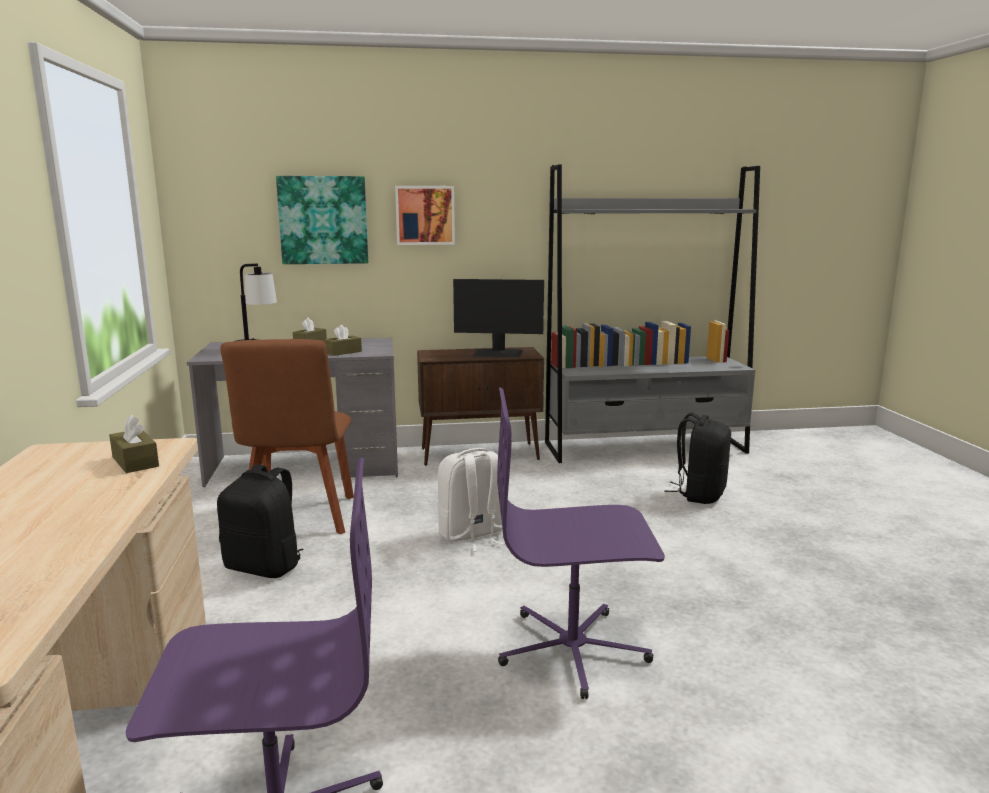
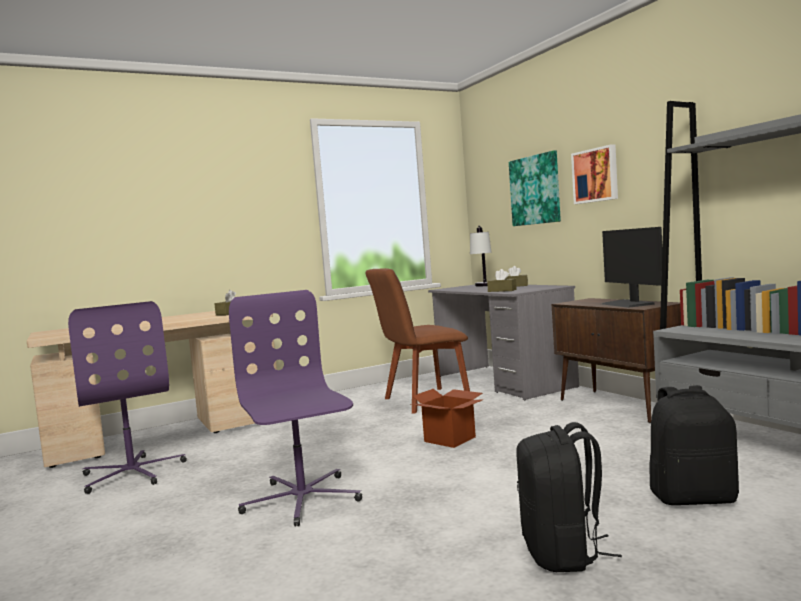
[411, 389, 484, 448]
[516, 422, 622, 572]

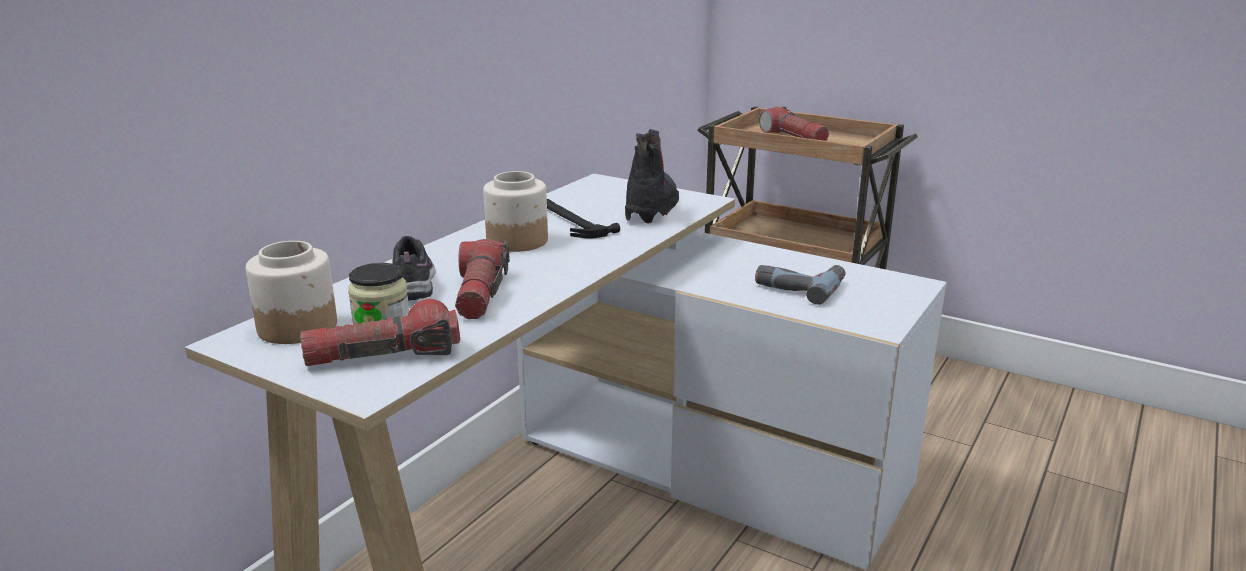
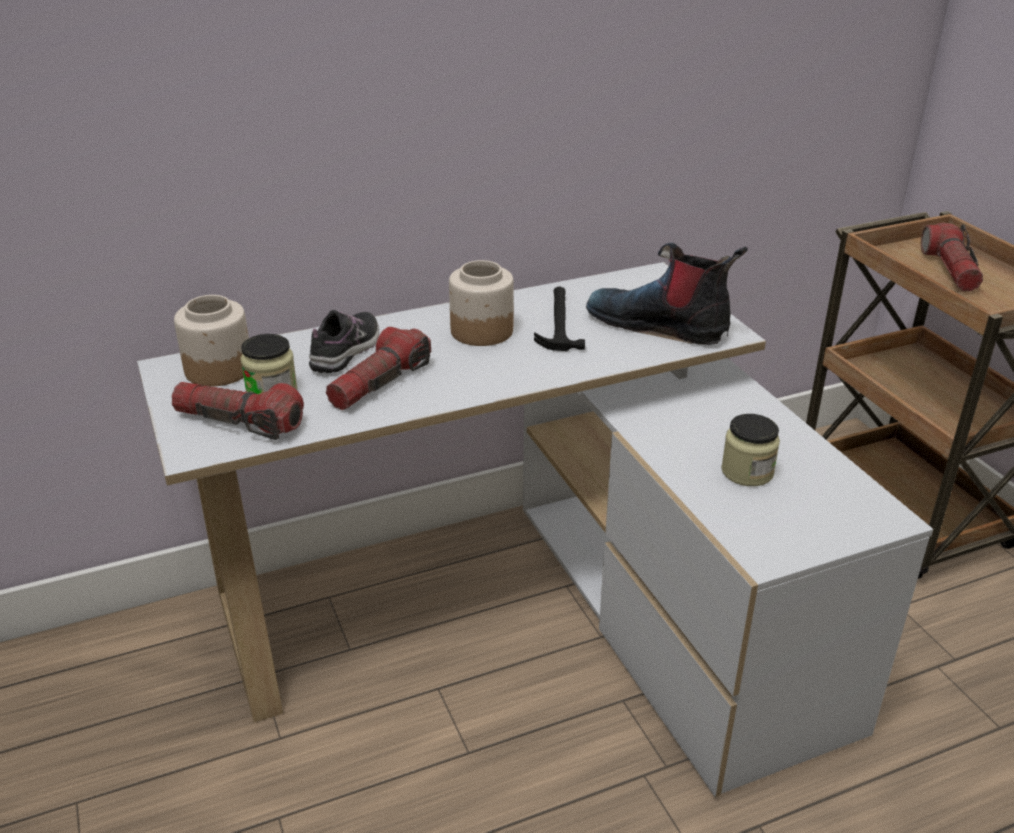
[586, 243, 748, 345]
[721, 414, 780, 486]

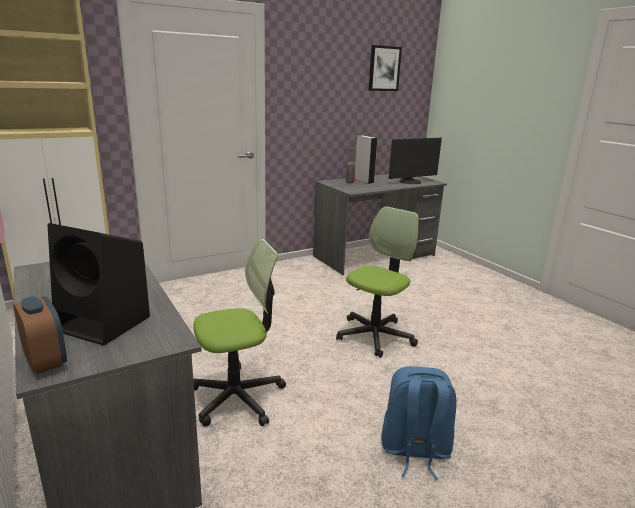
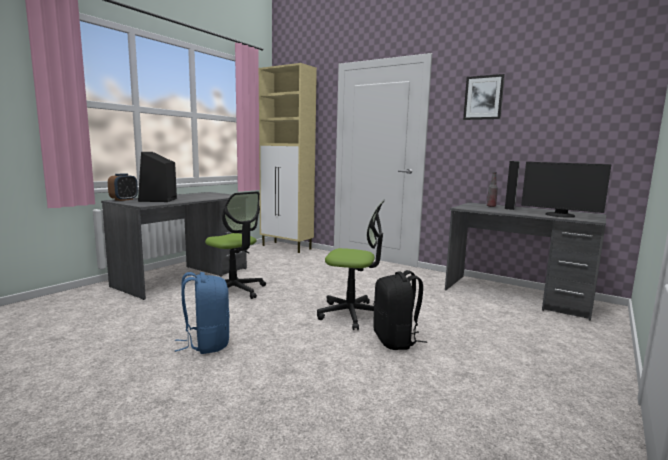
[463, 74, 505, 120]
[373, 270, 427, 350]

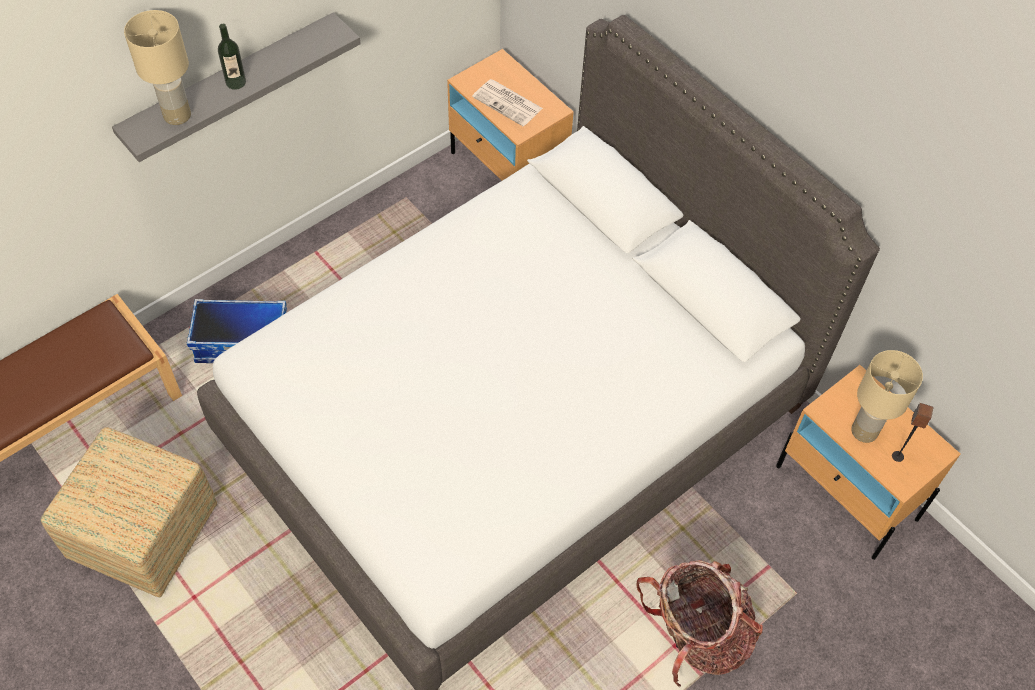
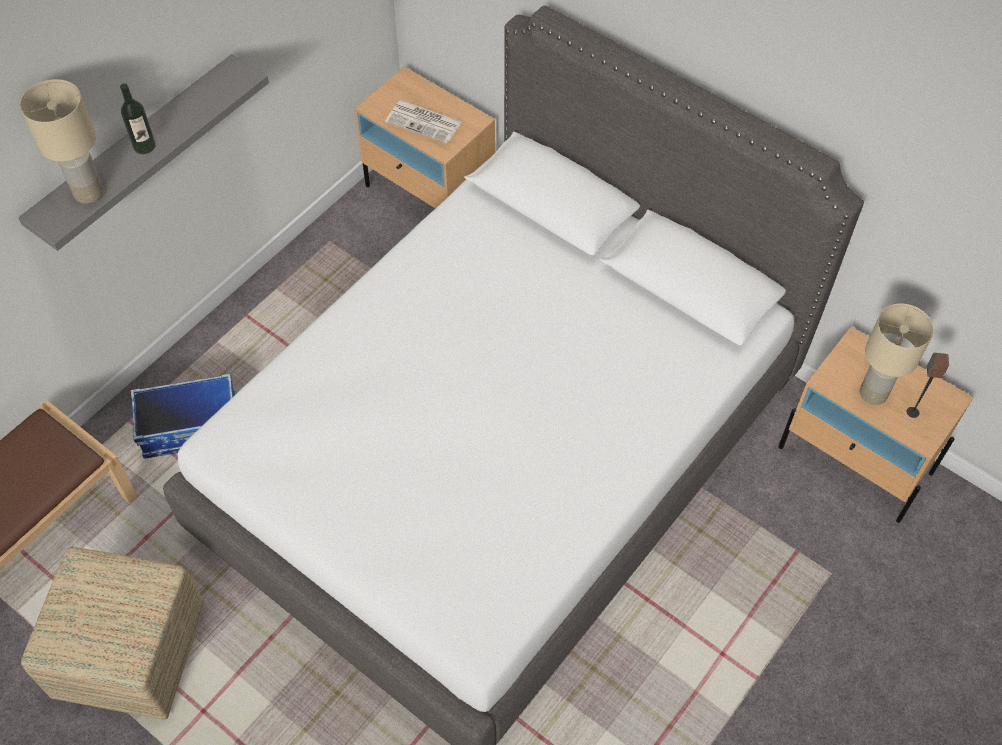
[636, 560, 763, 687] (first image)

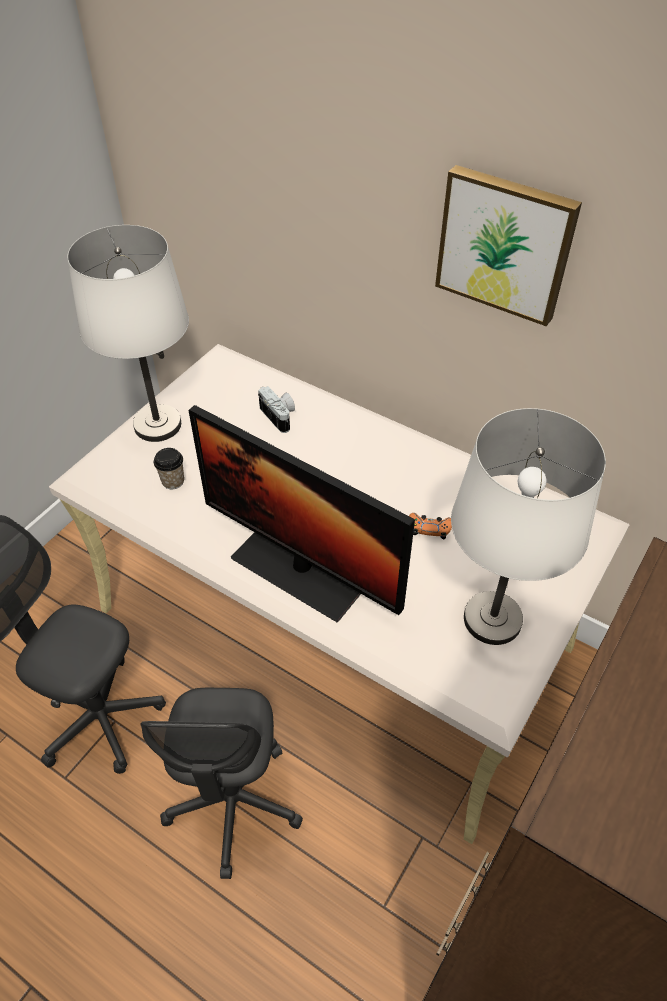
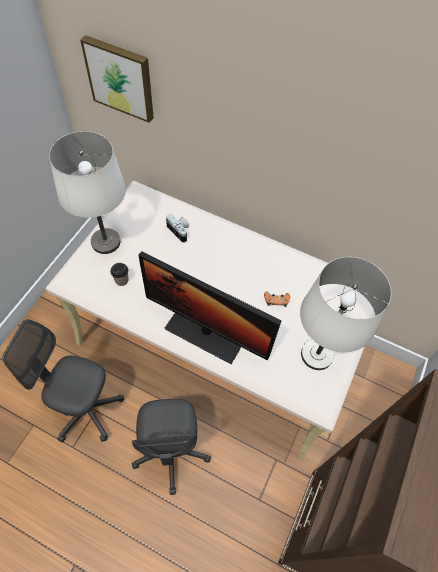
[80, 35, 154, 123]

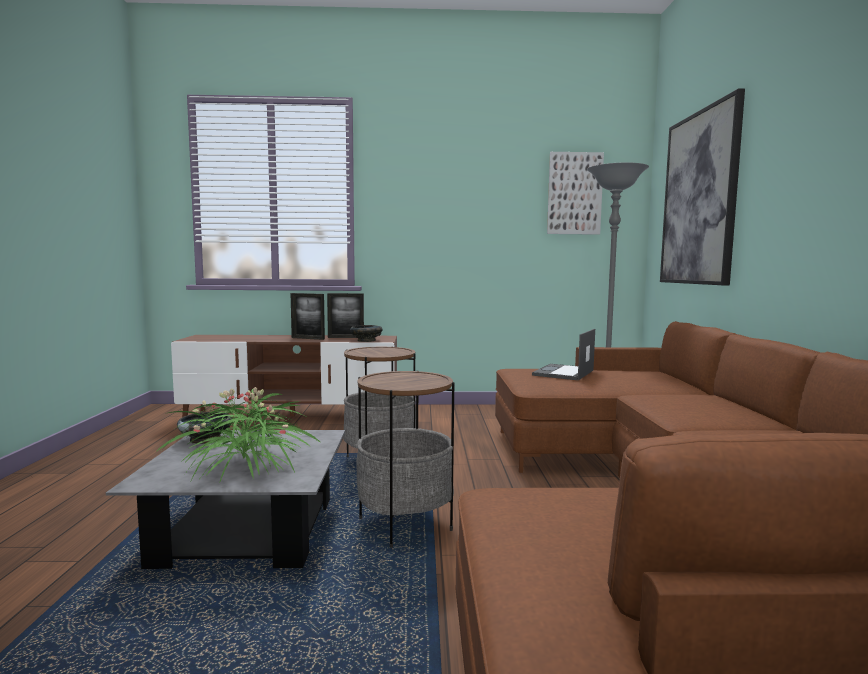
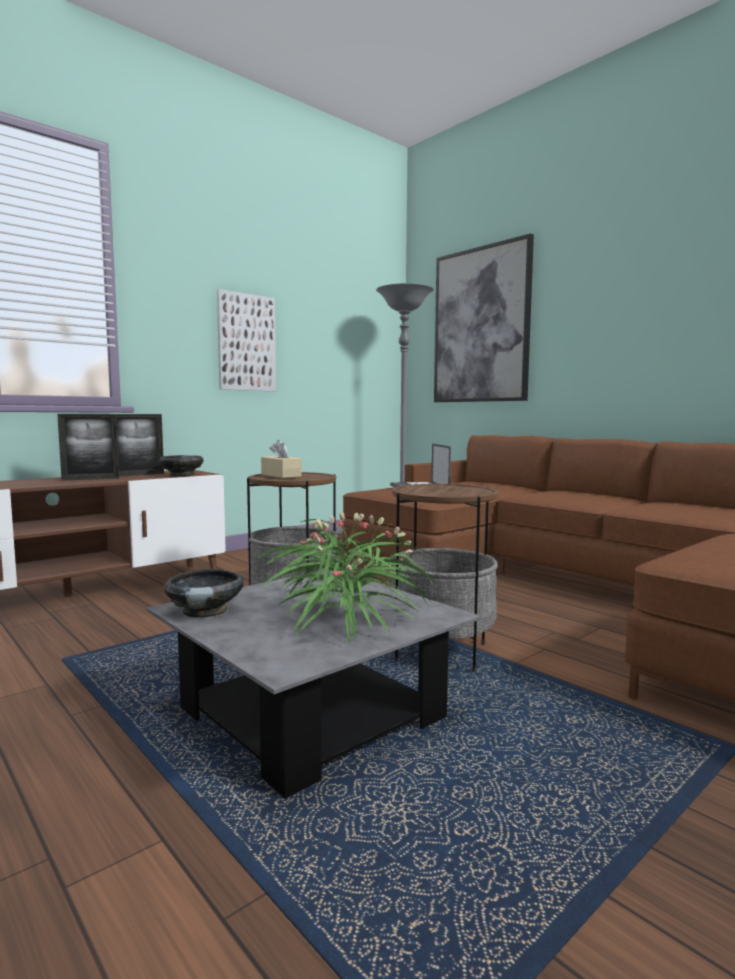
[217, 289, 276, 391]
[261, 440, 302, 478]

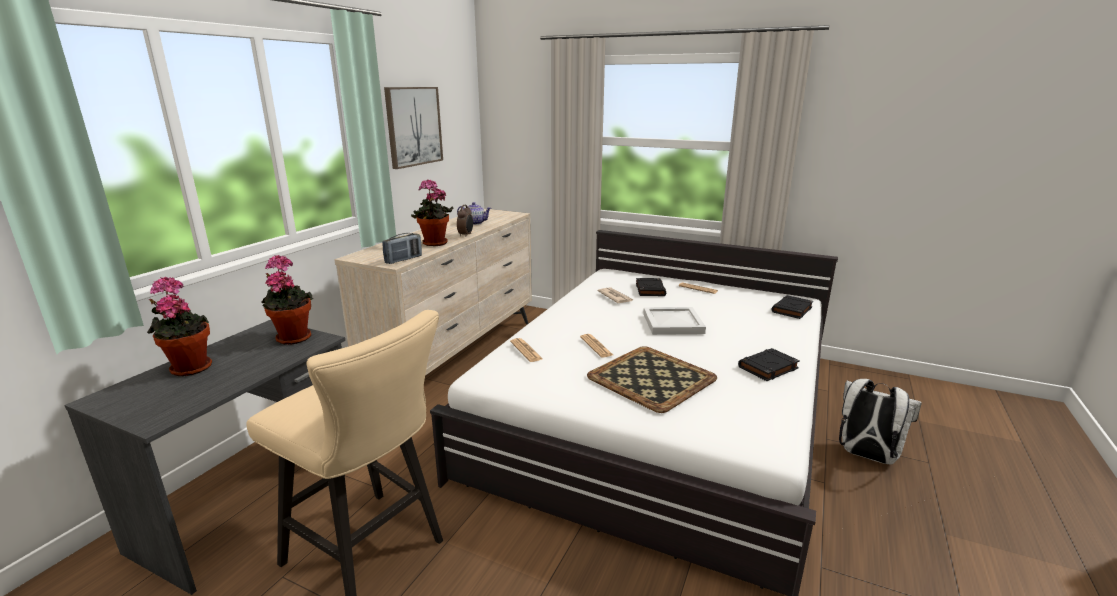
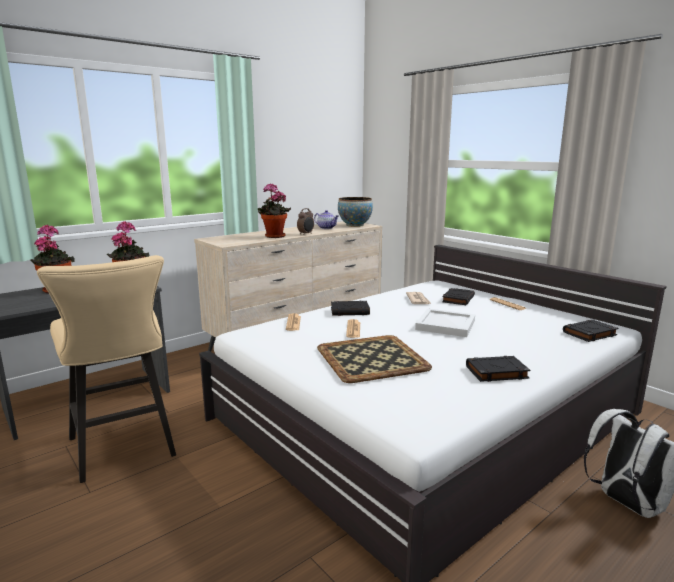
[384, 87, 443, 169] (first image)
[382, 233, 422, 264] (first image)
[338, 197, 373, 227]
[331, 301, 370, 316]

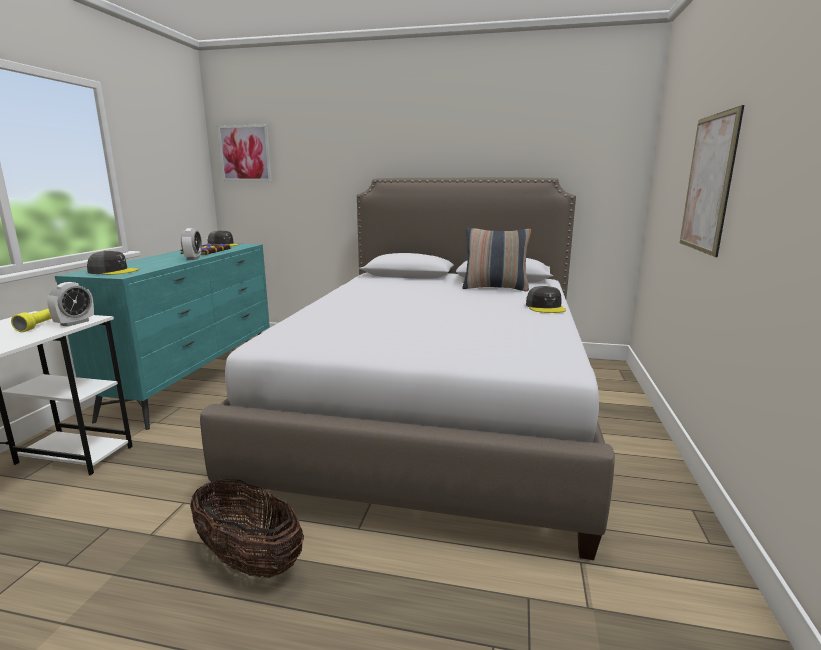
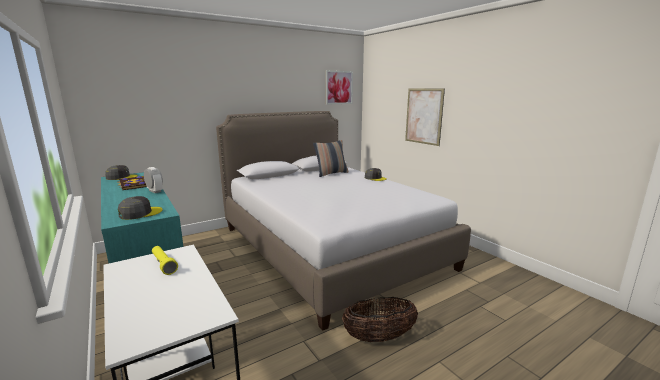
[325, 71, 353, 105]
[47, 282, 94, 327] (first image)

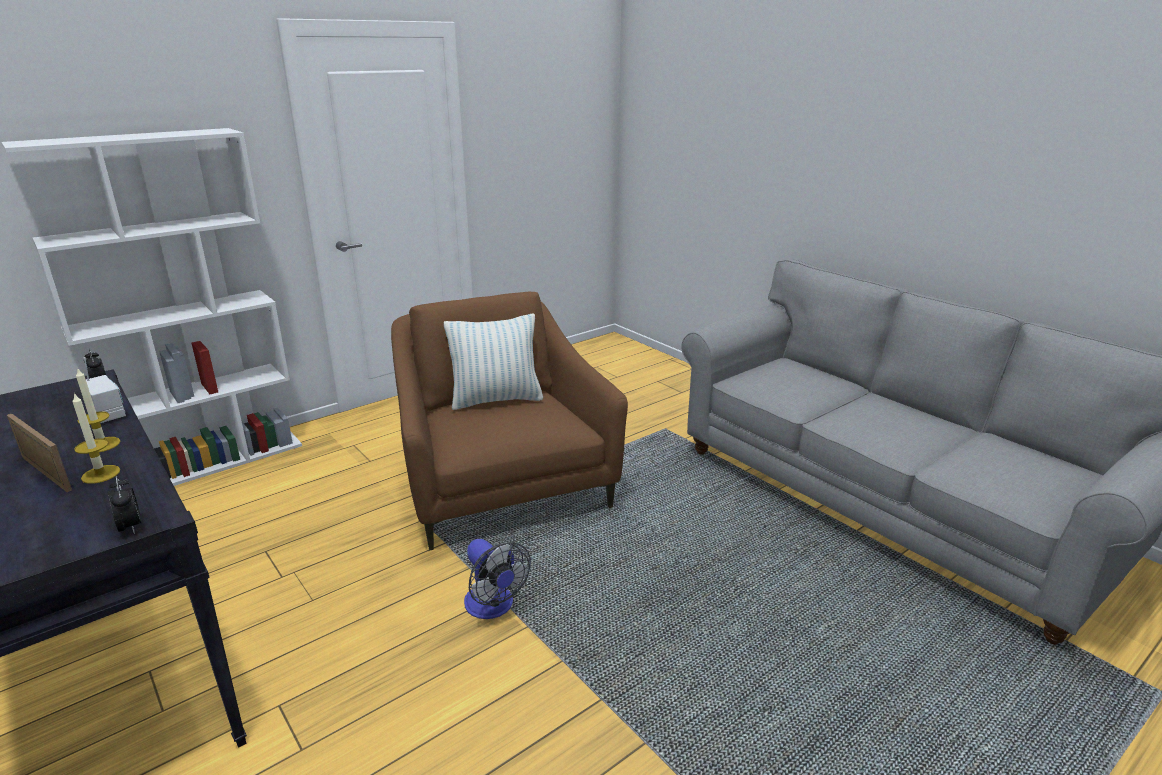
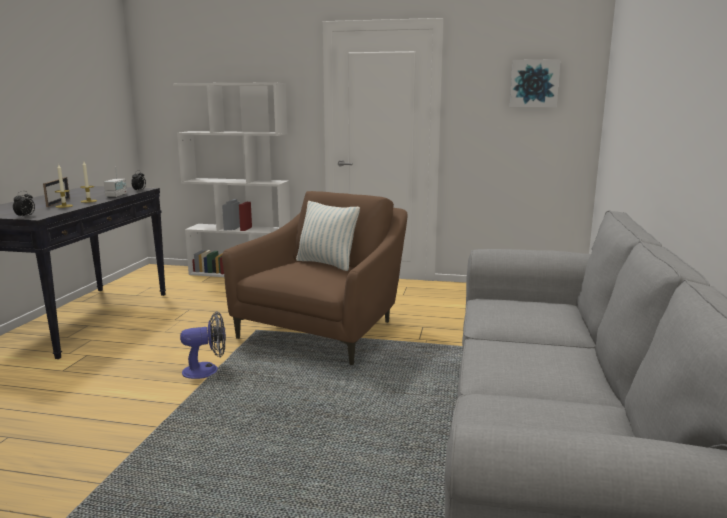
[180, 311, 226, 379]
[510, 59, 561, 107]

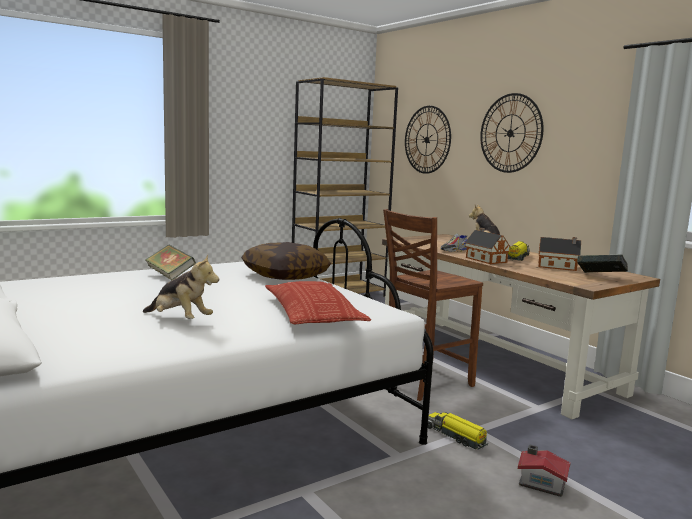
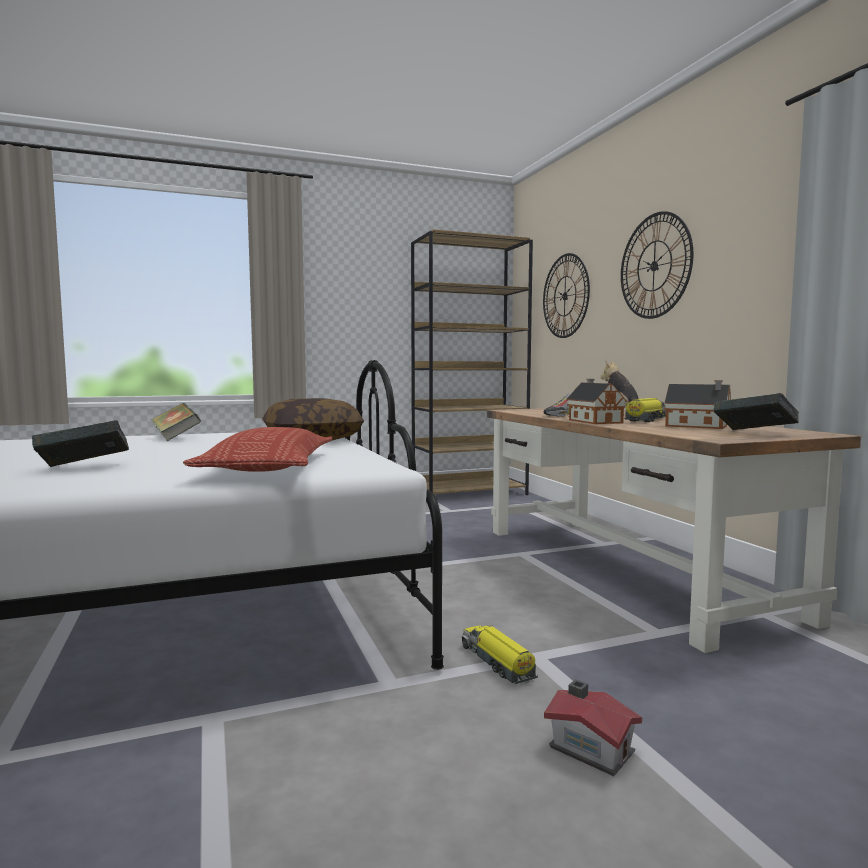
[383, 209, 483, 401] (first image)
[32, 420, 129, 467]

